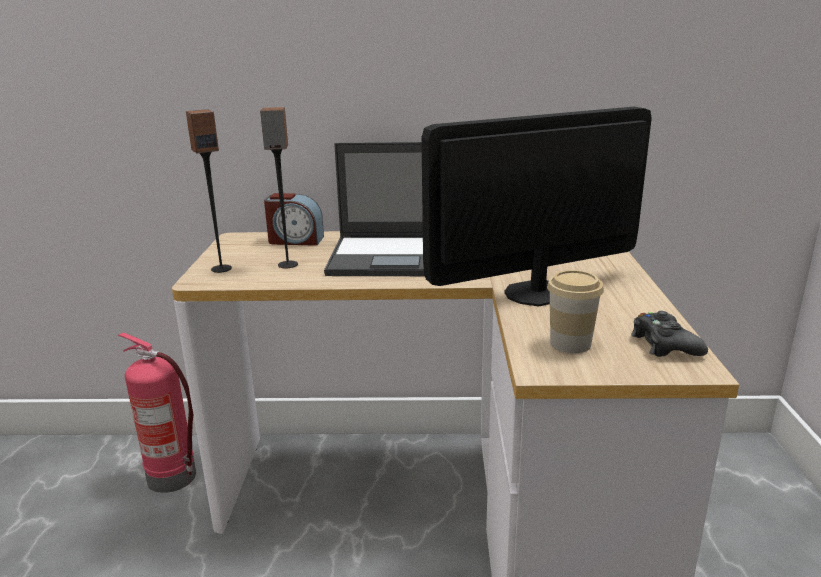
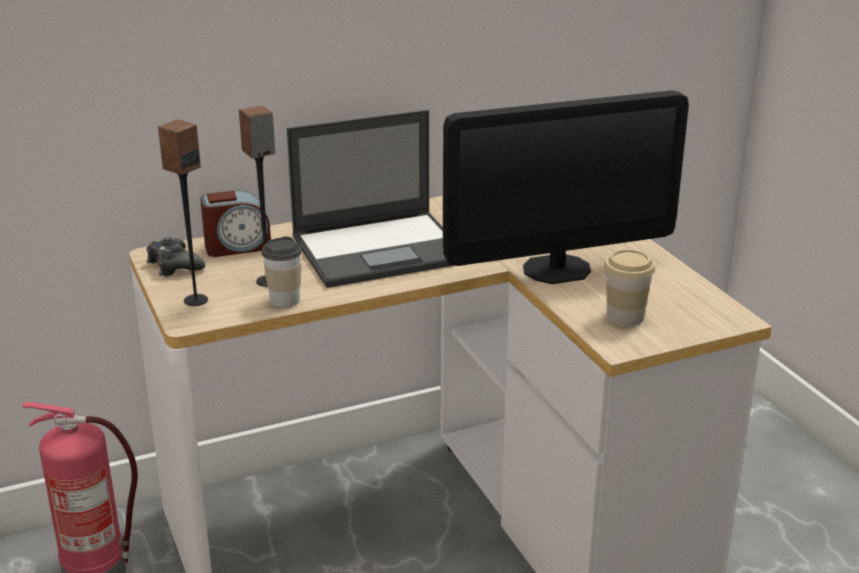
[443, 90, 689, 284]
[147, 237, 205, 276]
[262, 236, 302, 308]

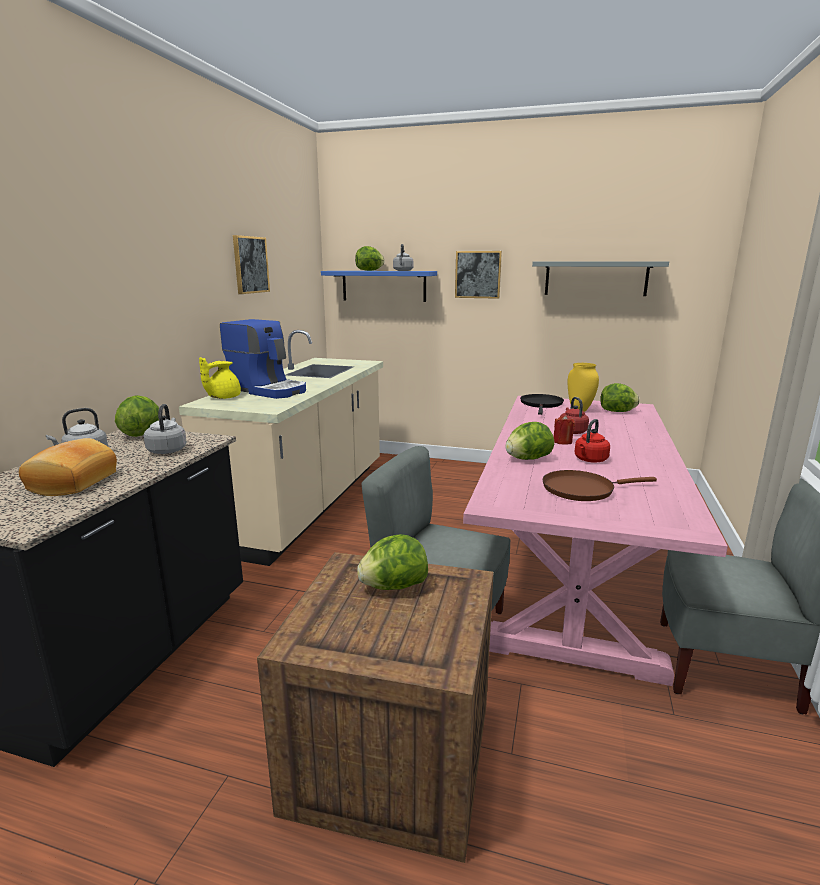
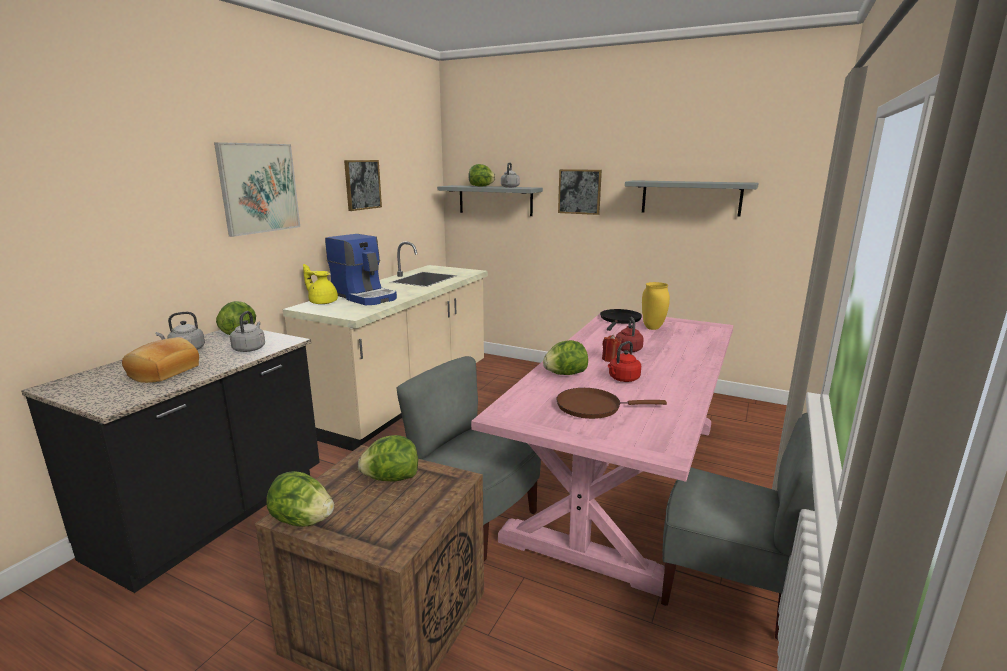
[437, 185, 543, 216]
[303, 264, 338, 304]
[266, 471, 334, 527]
[214, 142, 300, 237]

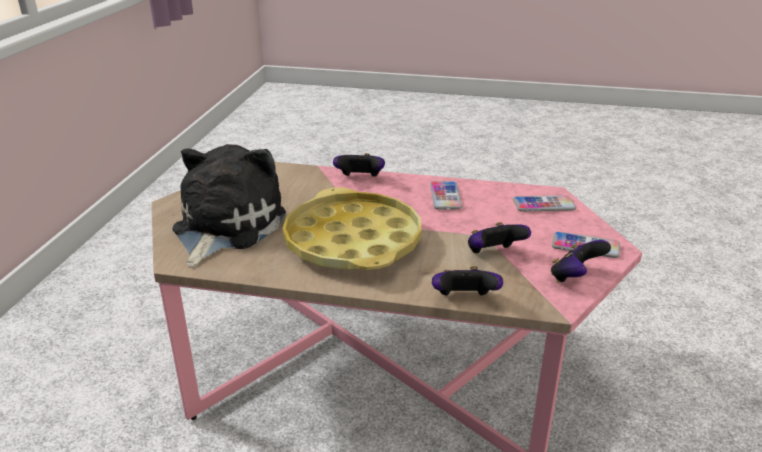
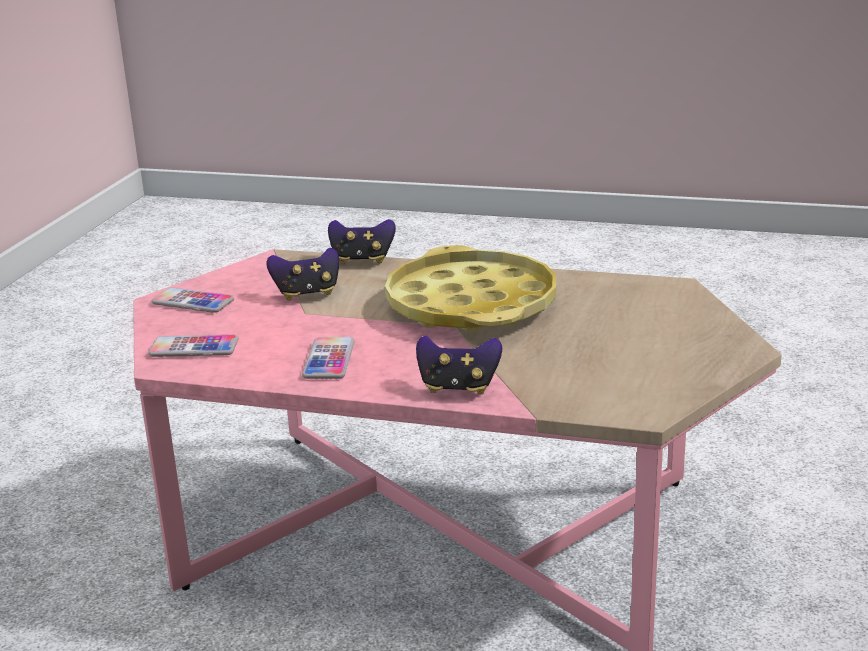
[172, 144, 286, 267] (first image)
[550, 240, 611, 283] (first image)

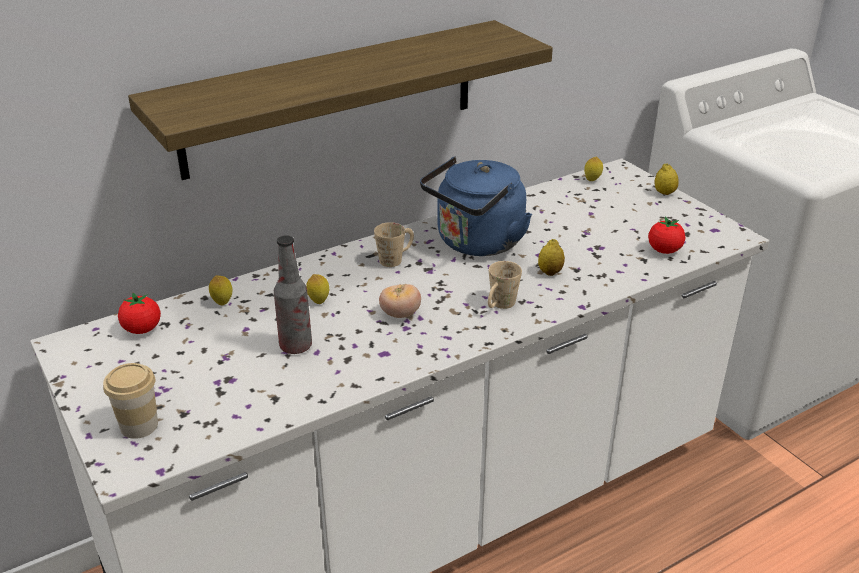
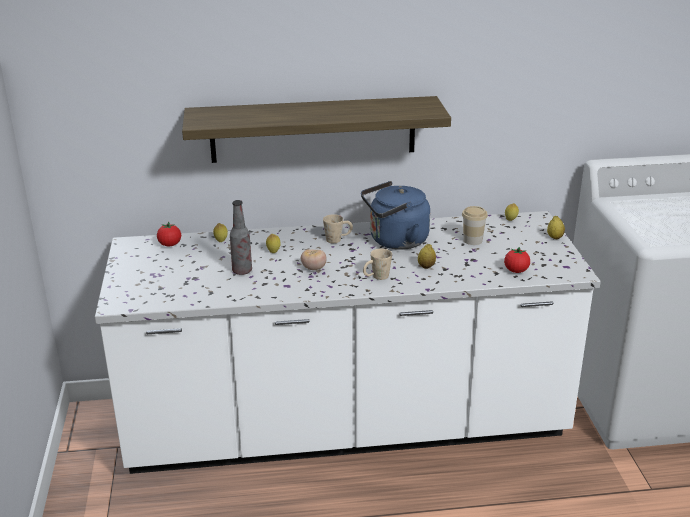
[462, 206, 488, 245]

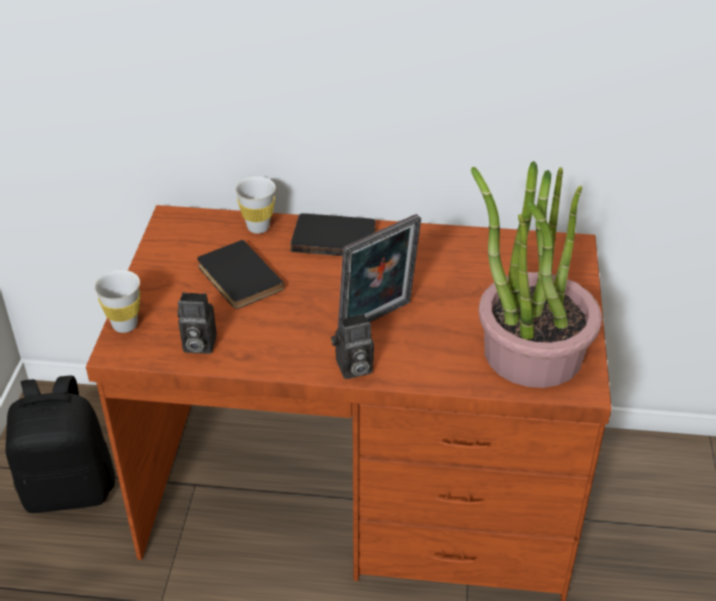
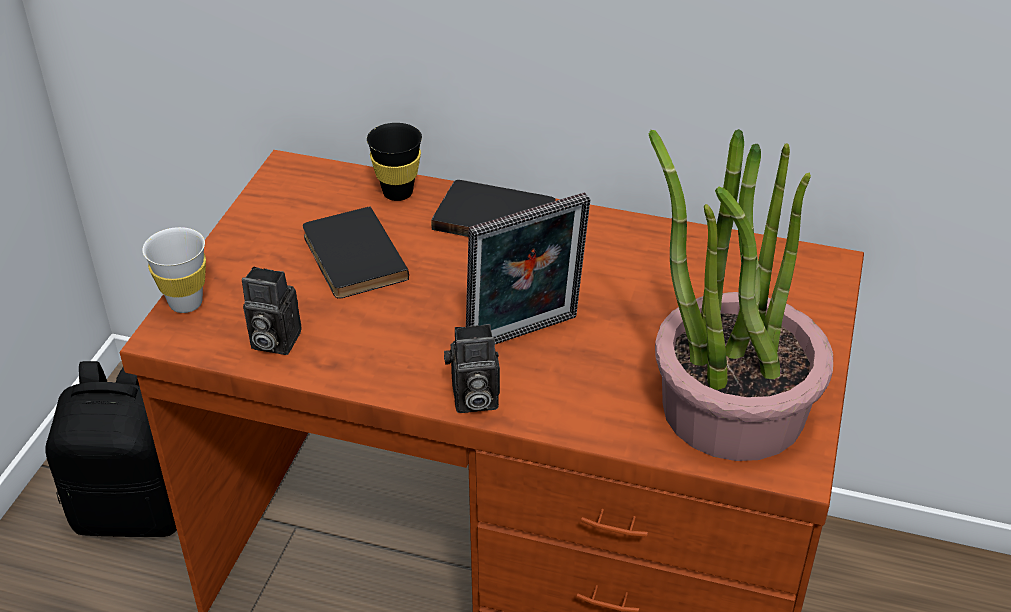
[367, 123, 422, 201]

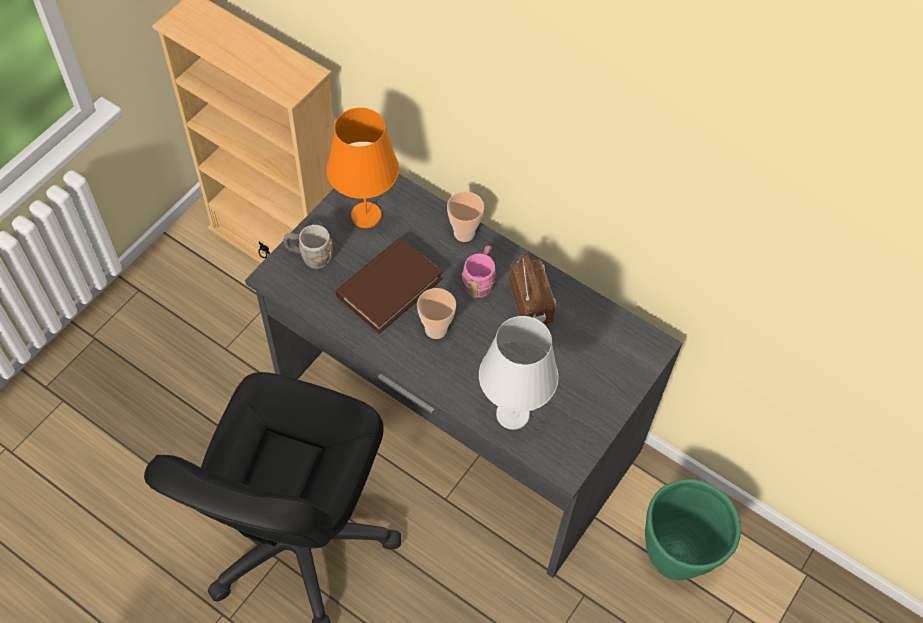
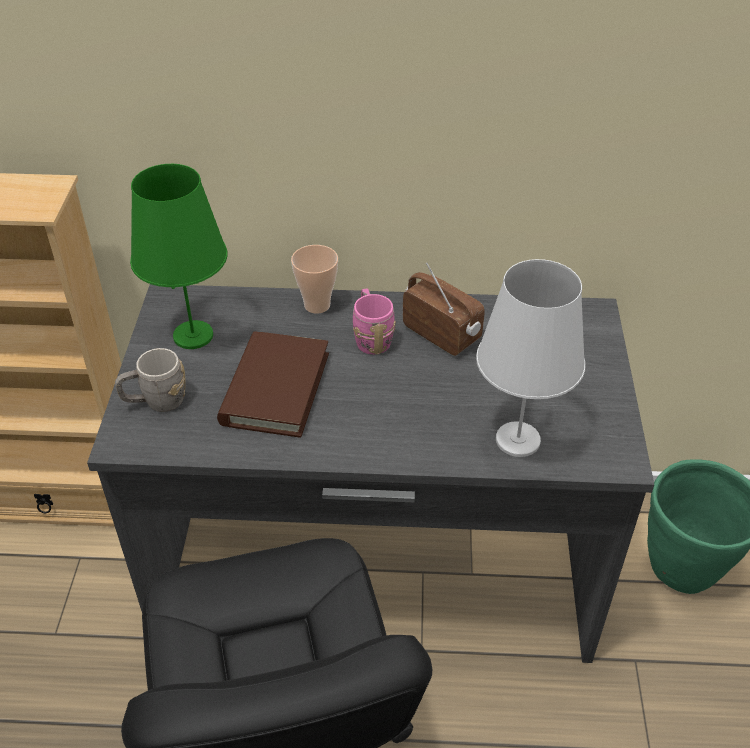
[130, 164, 228, 349]
[417, 288, 456, 339] (first image)

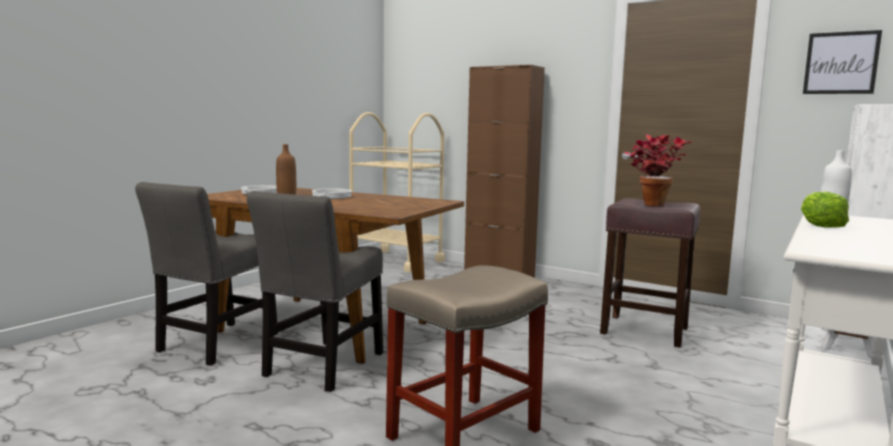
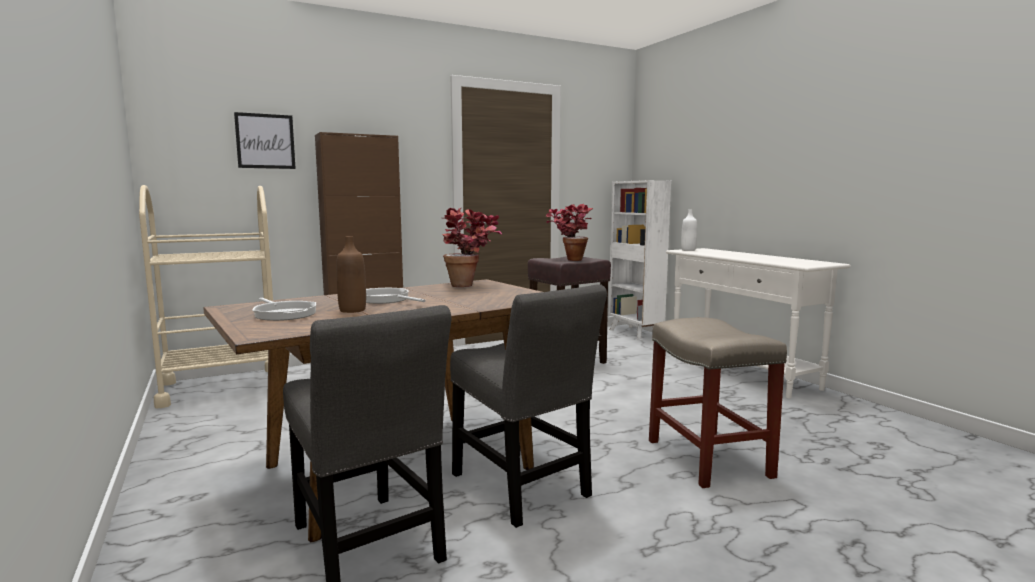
[234, 112, 296, 169]
[801, 192, 849, 228] (first image)
[442, 208, 502, 287]

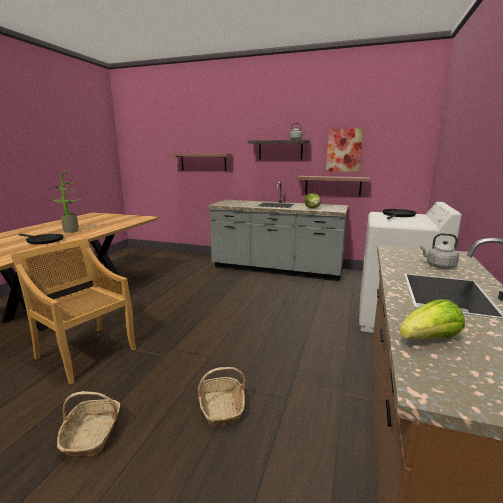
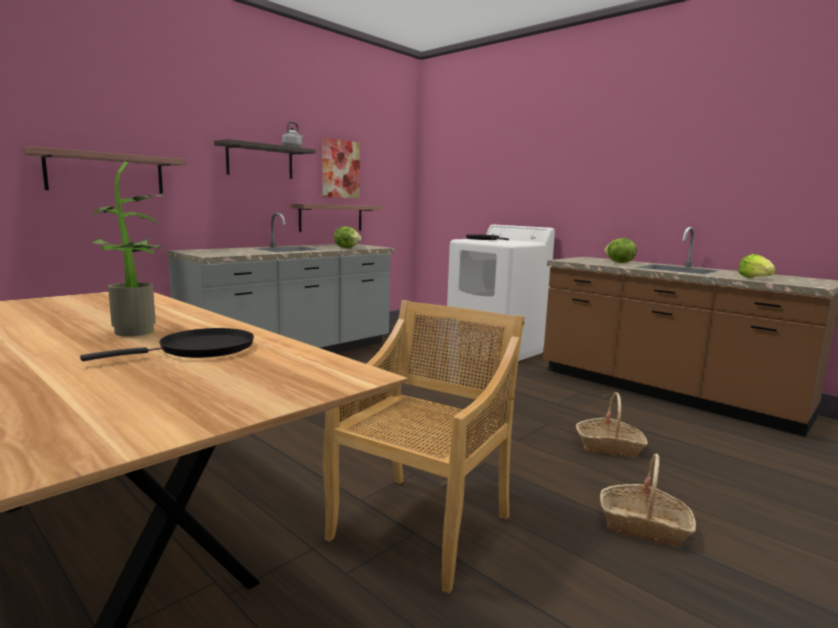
[605, 238, 637, 263]
[323, 300, 525, 594]

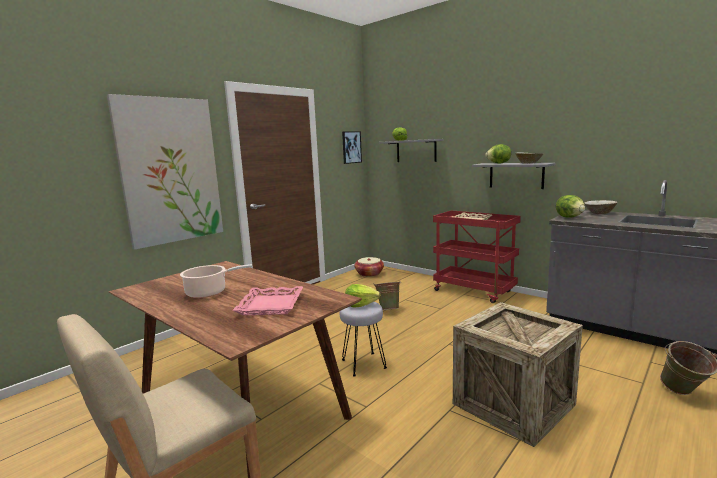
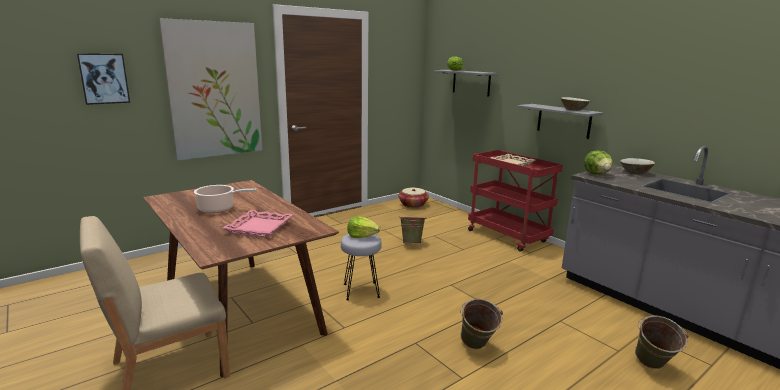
[77, 53, 130, 105]
[485, 144, 511, 164] (first image)
[460, 299, 503, 349]

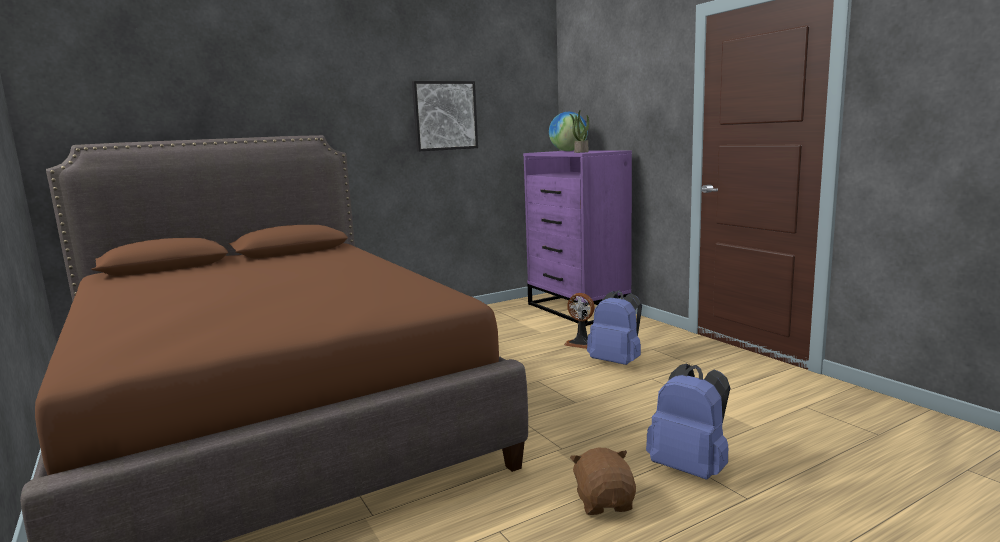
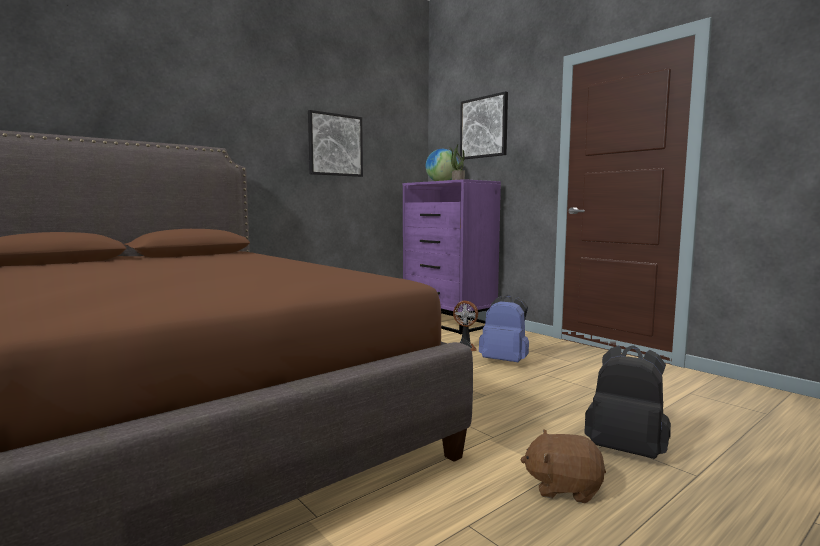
[584, 345, 671, 459]
[521, 429, 606, 503]
[460, 91, 508, 159]

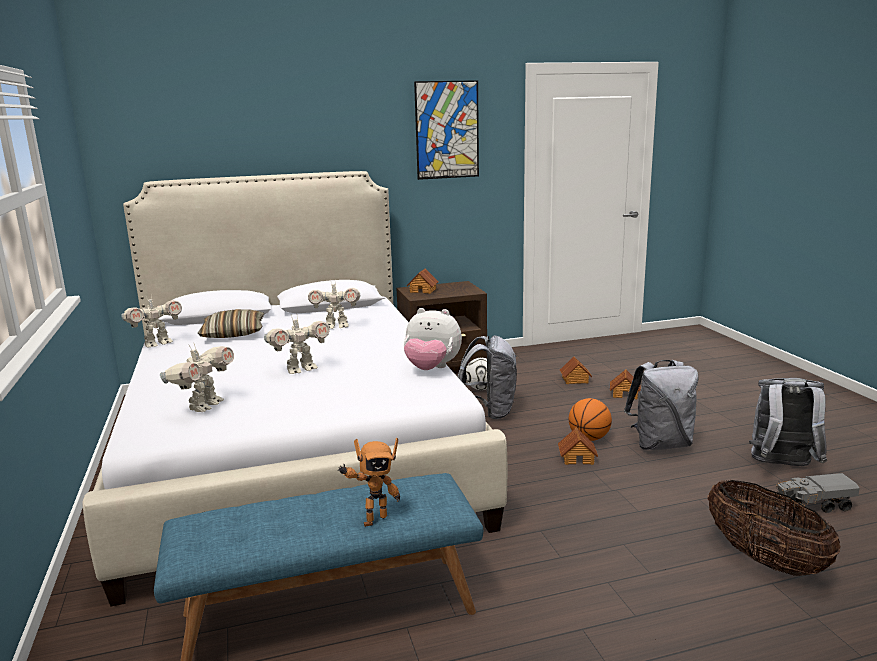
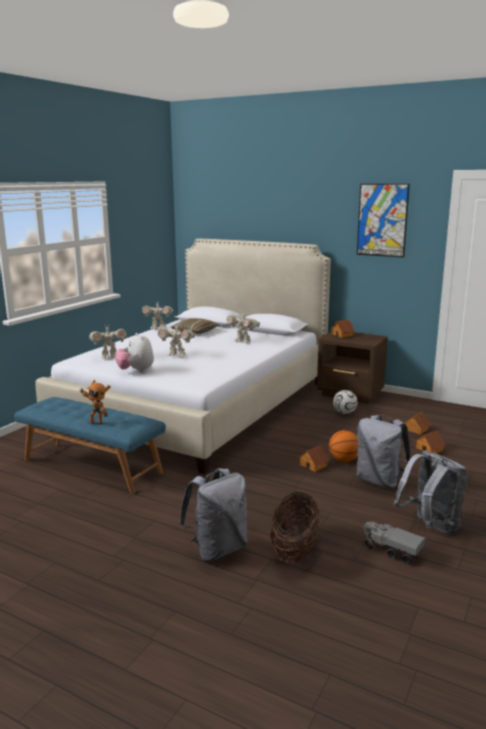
[115, 333, 154, 373]
[179, 468, 247, 561]

